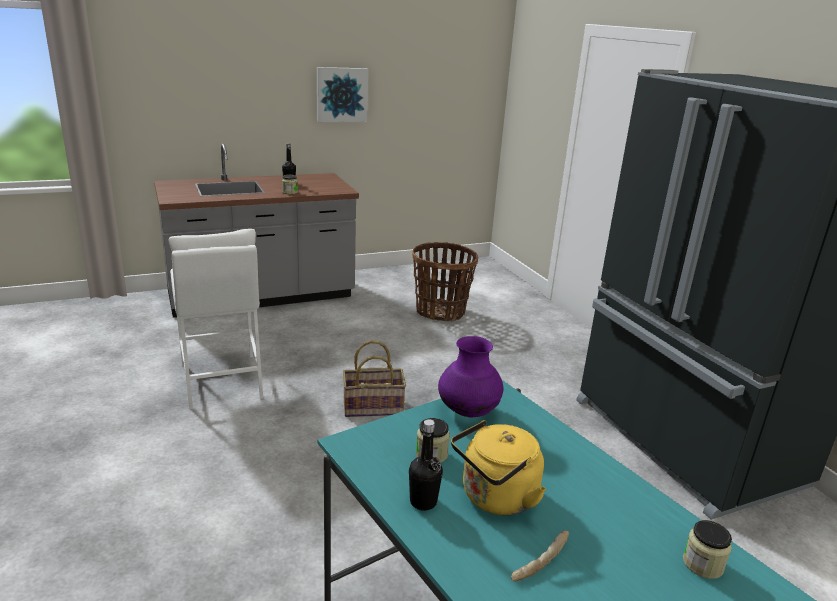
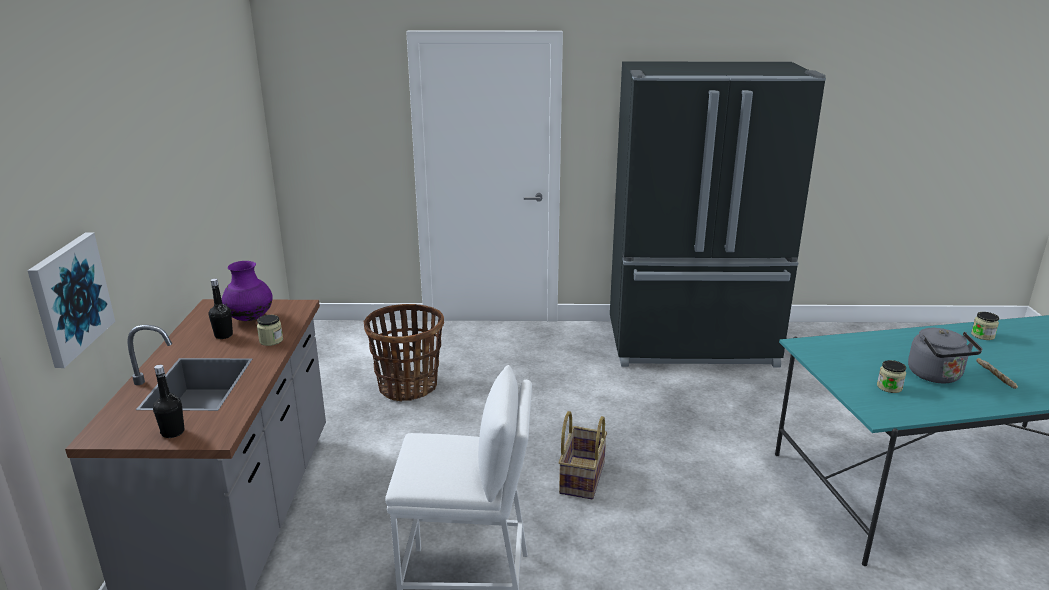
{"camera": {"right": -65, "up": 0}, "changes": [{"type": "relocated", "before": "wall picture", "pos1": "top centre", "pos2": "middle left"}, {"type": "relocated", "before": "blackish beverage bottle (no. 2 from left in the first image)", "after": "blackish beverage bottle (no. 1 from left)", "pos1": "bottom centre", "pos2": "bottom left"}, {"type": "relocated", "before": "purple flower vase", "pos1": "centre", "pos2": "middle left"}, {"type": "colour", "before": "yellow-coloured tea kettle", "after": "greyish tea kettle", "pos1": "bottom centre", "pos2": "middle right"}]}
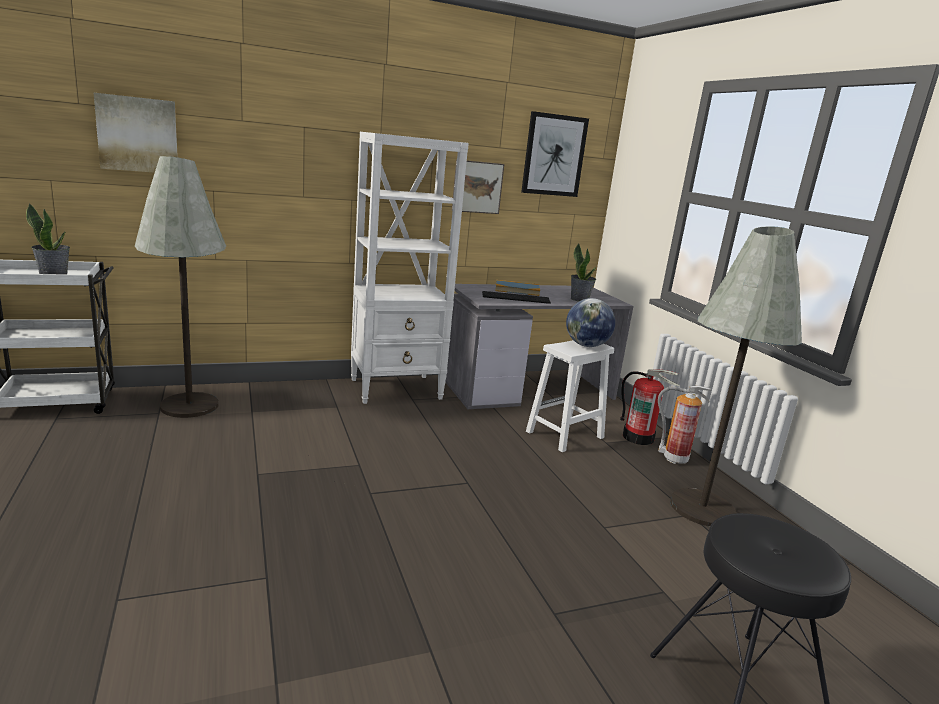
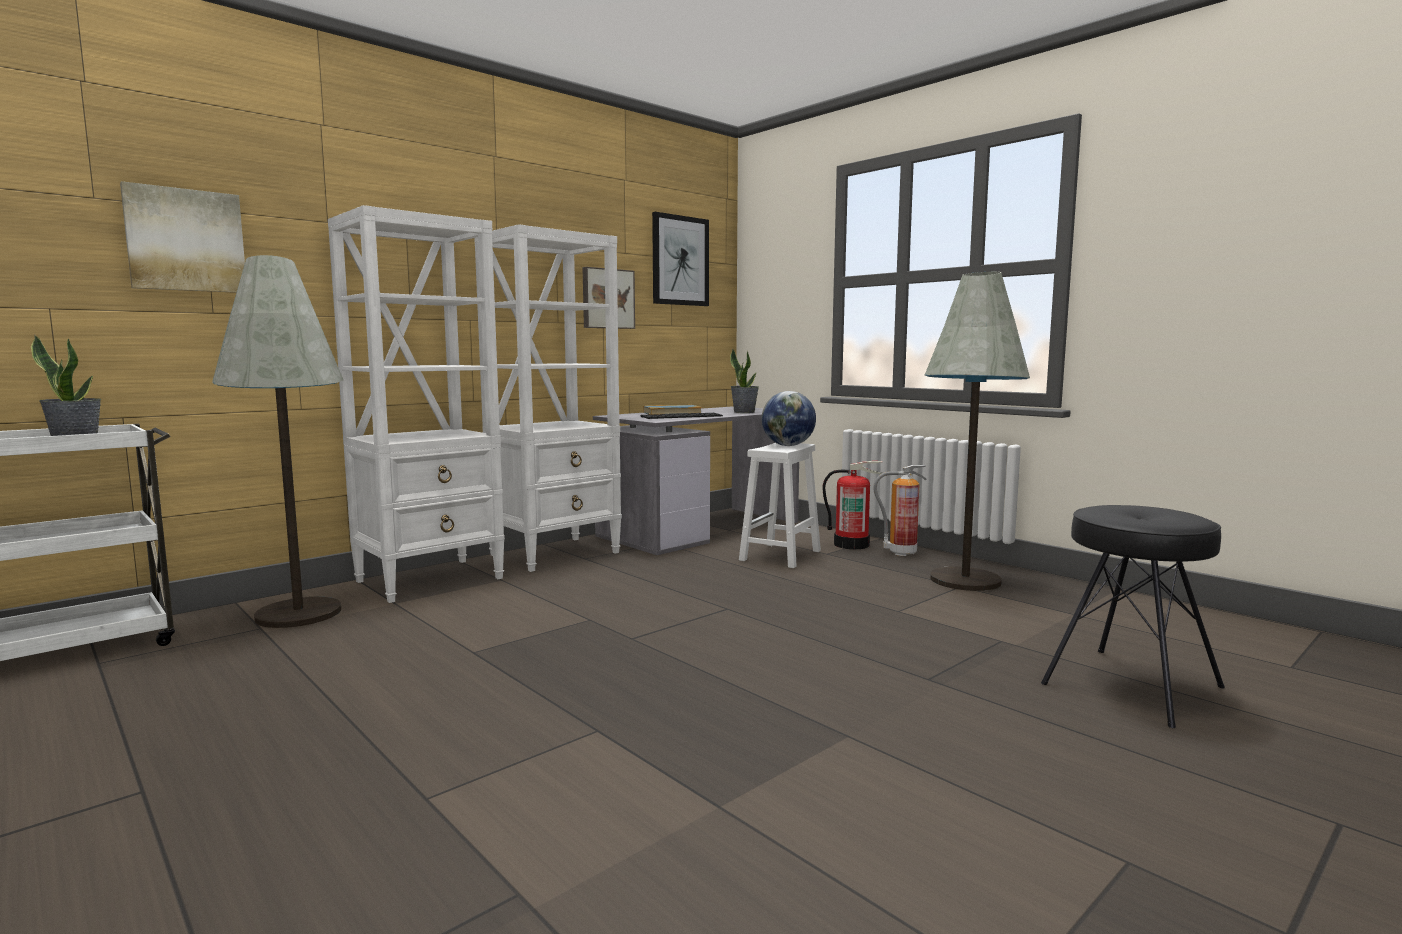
{"camera": {"right": -20, "up": -10}, "changes": [{"type": "appeared", "after": "whitish shelving unit (no. 1 from left)", "pos2": "middle left"}]}
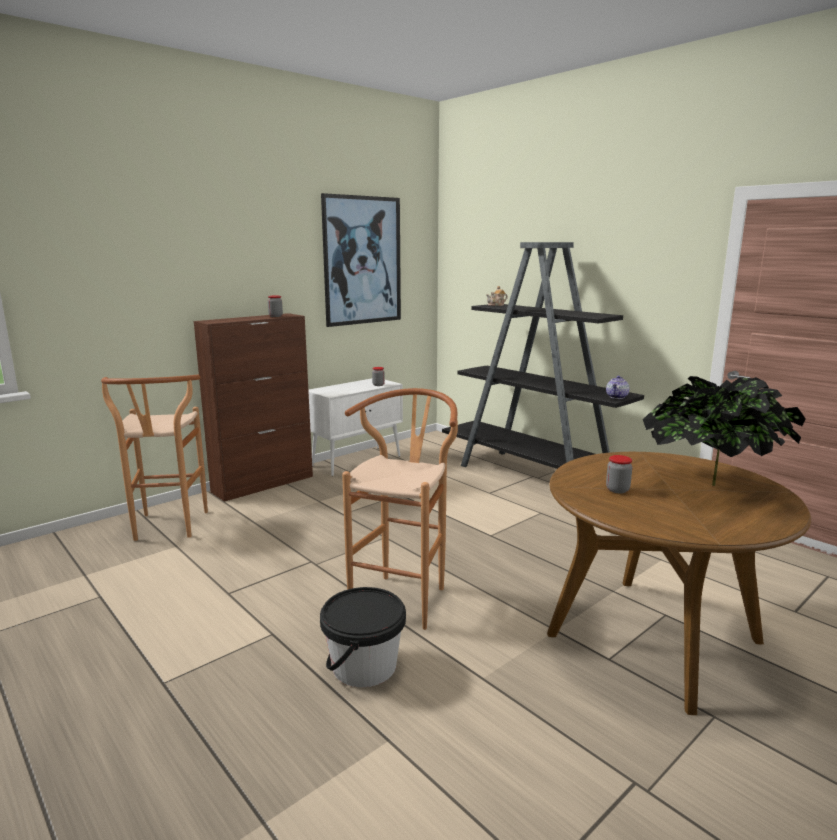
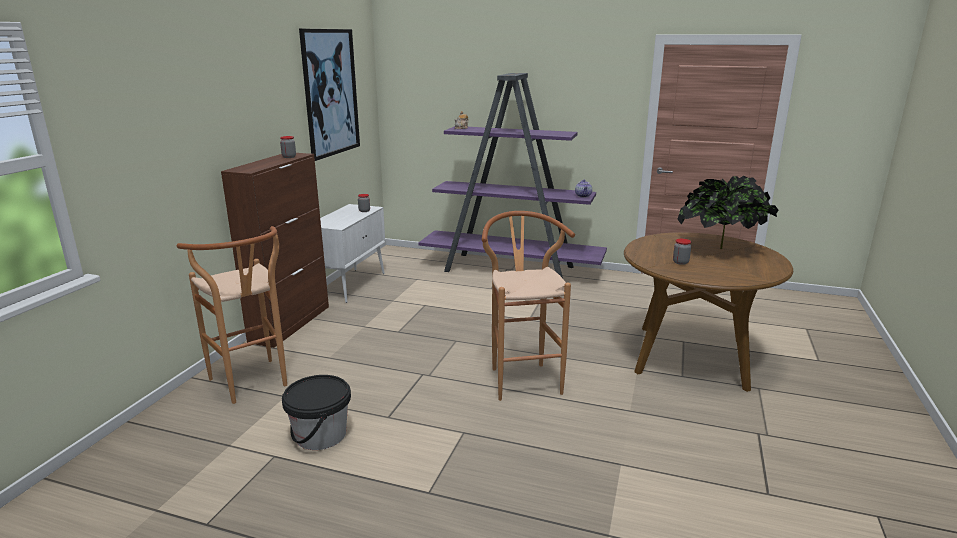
{"camera": {"right": -30, "up": 5}, "changes": [{"type": "relocated", "before": "blackish water bucket", "pos1": "bottom centre", "pos2": "bottom left"}, {"type": "colour", "before": "blackish shelving unit", "after": "purple shelving unit", "pos1": "centre", "pos2": "top centre"}]}
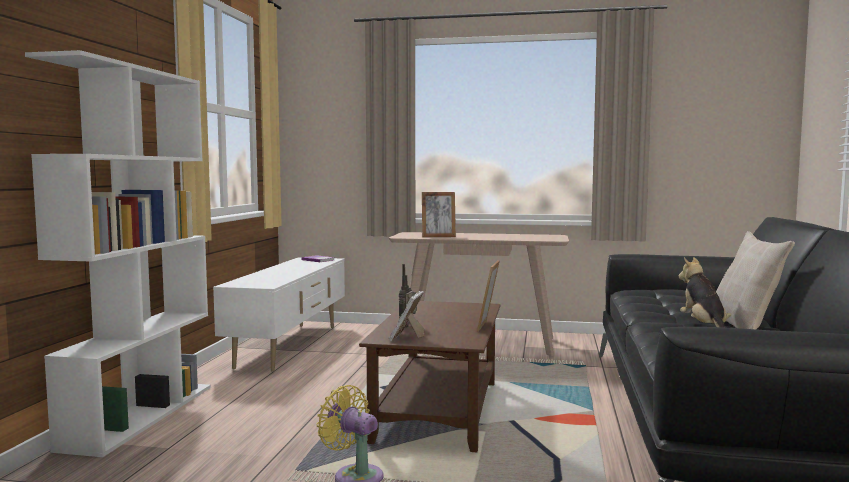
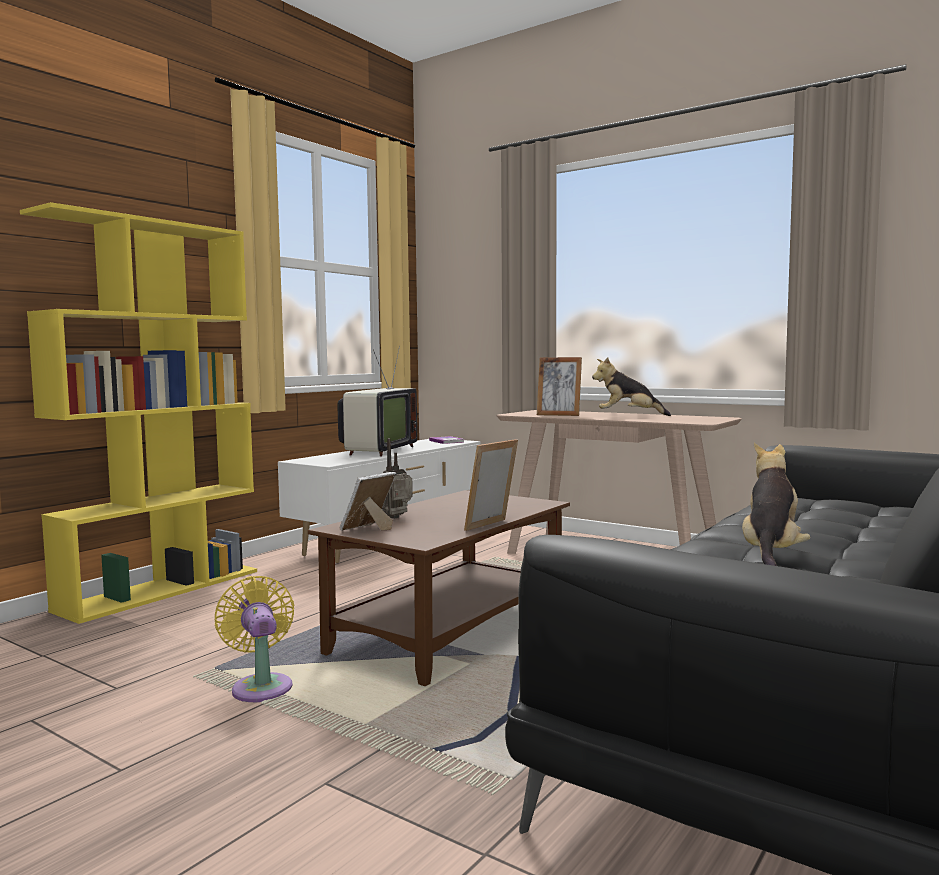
{"camera": {"right": 25, "up": 0}, "changes": [{"type": "missing", "before": "beige-coloured cushion", "pos1": "middle right"}, {"type": "appeared", "after": "television", "pos2": "centre"}, {"type": "appeared", "after": "soft toy (no. 1 from left)", "pos2": "middle right"}, {"type": "colour", "before": "whitish shelving unit", "after": "yellow-coloured shelving unit", "pos1": "middle left", "pos2": "middle left"}]}
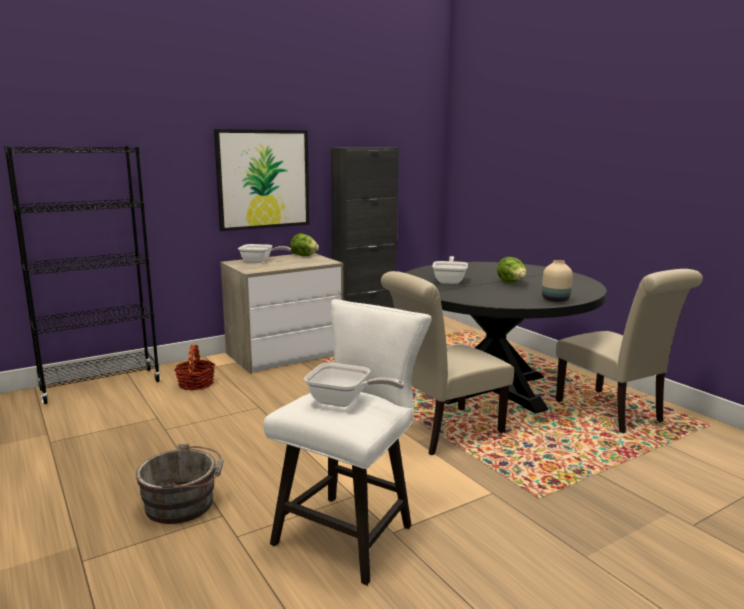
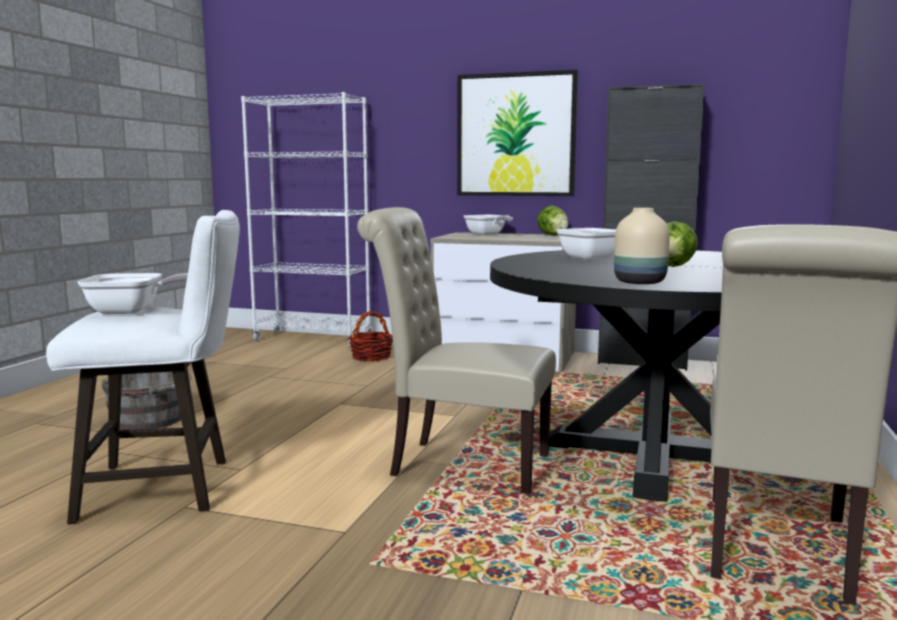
{"camera": {"right": 50, "up": -5}, "changes": [{"type": "colour", "before": "blackish shelving unit", "after": "whitish shelving unit", "pos1": "middle left", "pos2": "centre"}, {"type": "spun", "before": "frying pan (no. 2 from left in the first image)", "pos1": "centre", "pos2": "middle left", "turn": -75}]}
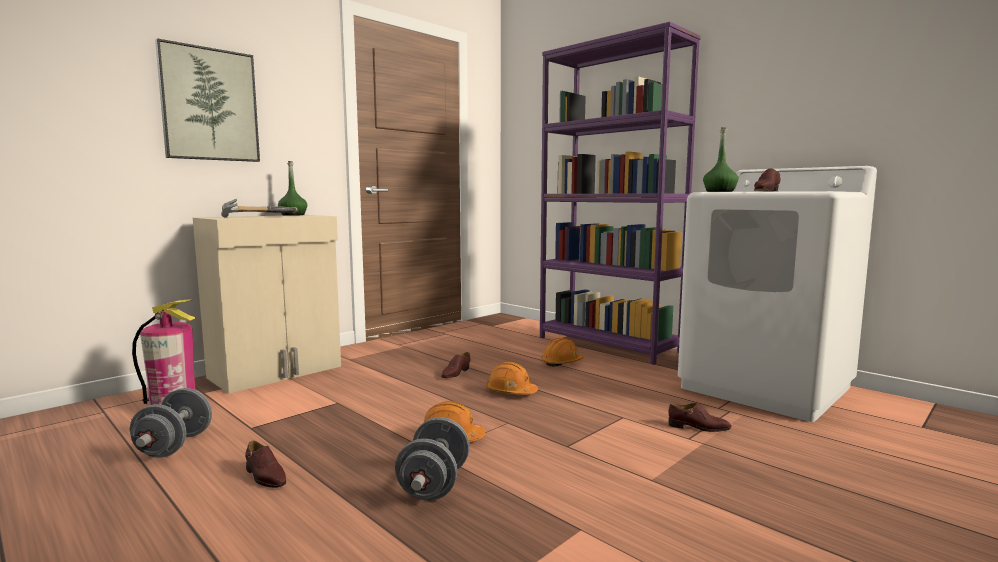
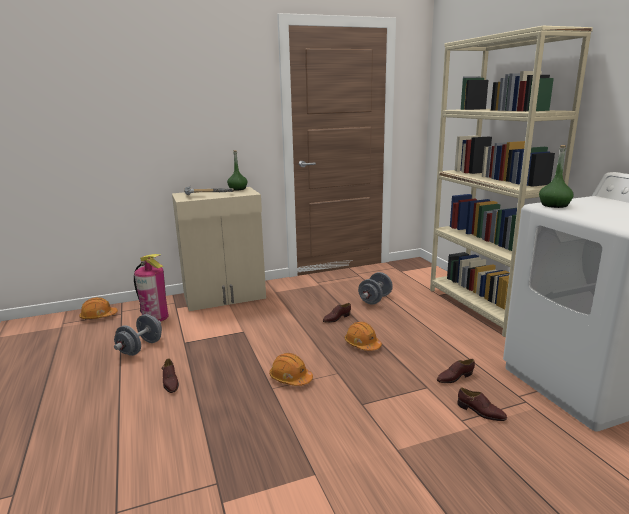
{"camera": {"right": 25, "up": 10}, "changes": [{"type": "missing", "before": "wall picture", "pos1": "top left"}, {"type": "relocated", "before": "greyish dumbbell (no. 2 from left)", "pos1": "bottom centre", "pos2": "centre"}, {"type": "relocated", "before": "orangey safety helmet (no. 3 from left in the first image)", "after": "orangey safety helmet (no. 1 from left)", "pos1": "centre", "pos2": "middle left"}, {"type": "relocated", "before": "brown shoe (no. 4 from left in the first image)", "after": "brown shoe (no. 3 from left)", "pos1": "top right", "pos2": "bottom right"}, {"type": "colour", "before": "purple shelving unit", "after": "beige-coloured shelving unit", "pos1": "centre", "pos2": "middle right"}]}
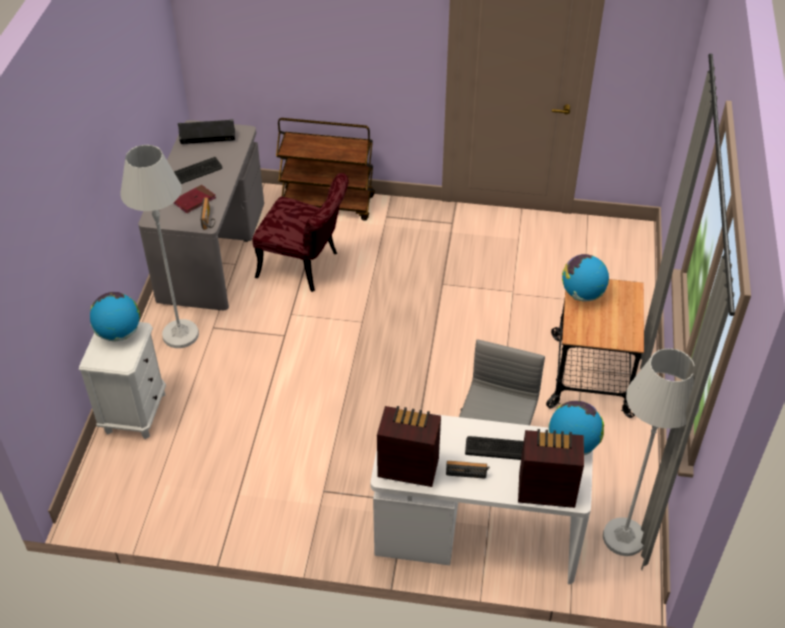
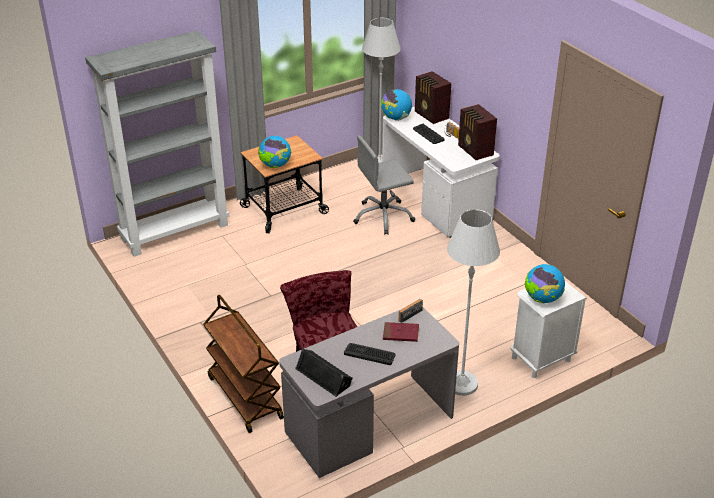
{"camera": {"right": -130, "up": -10}, "changes": [{"type": "appeared", "after": "greyish shelving unit", "pos2": "top left"}]}
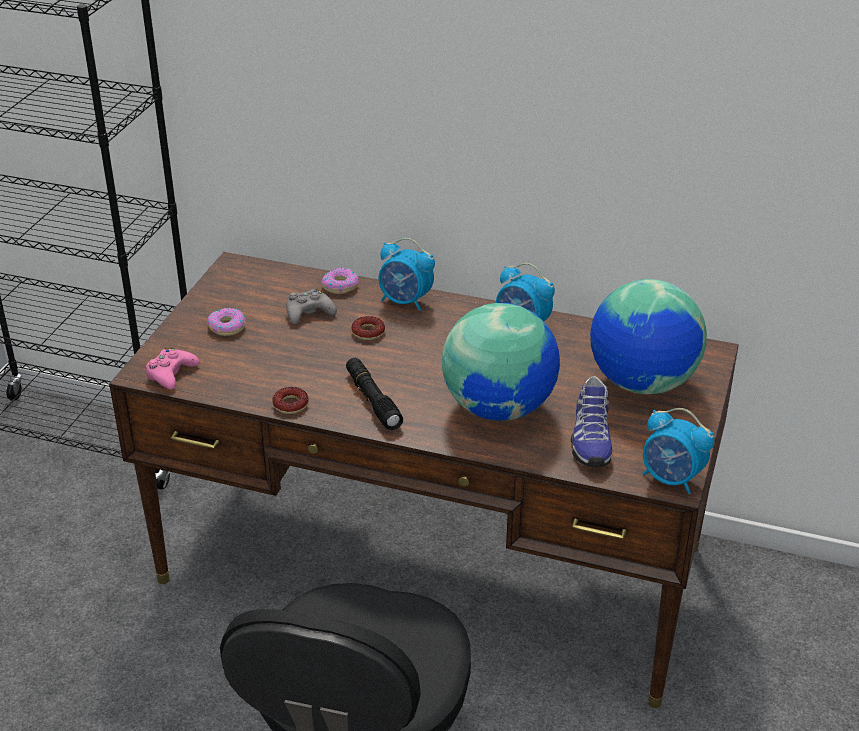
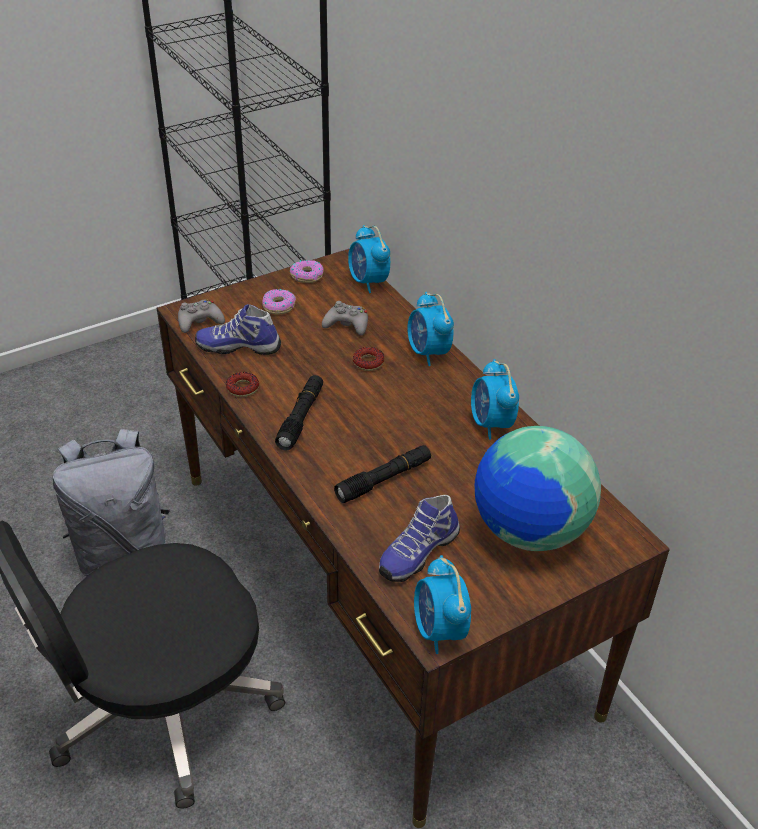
{"camera": {"right": 40, "up": 5}, "changes": [{"type": "appeared", "after": "greyish backpack", "pos2": "middle left"}, {"type": "appeared", "after": "shoe (no. 1 from left)", "pos2": "middle left"}, {"type": "appeared", "after": "alarm clock (no. 1 from left)", "pos2": "top centre"}, {"type": "relocated", "before": "ring doughnut (no. 3 from left)", "pos1": "centre", "pos2": "top centre"}, {"type": "exchanged", "before": "desk globe (no. 1 from left)", "after": "blackish hand torch (no. 2 from left)", "pos1": "centre", "pos2": "centre"}, {"type": "colour", "before": "pinkish joypad", "after": "greyish joypad (no. 1 from left)", "pos1": "middle left", "pos2": "middle left"}]}
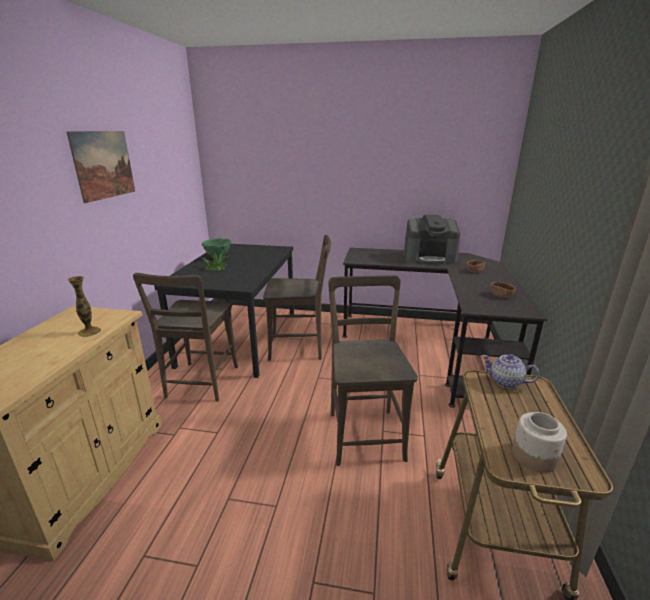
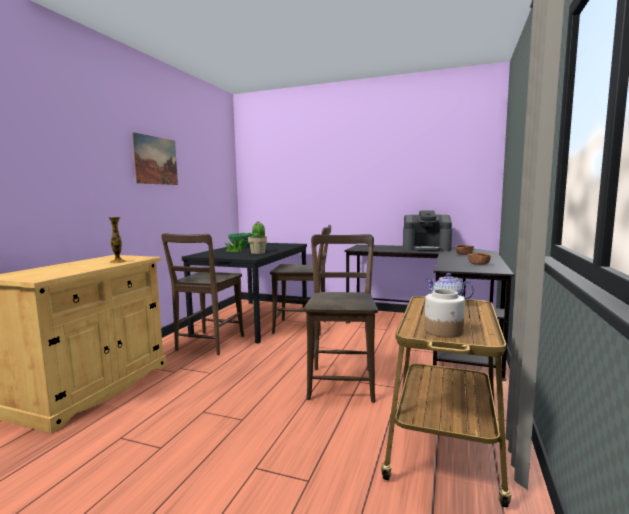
{"camera": {"right": 10, "up": -15}, "changes": [{"type": "appeared", "after": "potted plant (no. 2 from left)", "pos2": "centre"}]}
